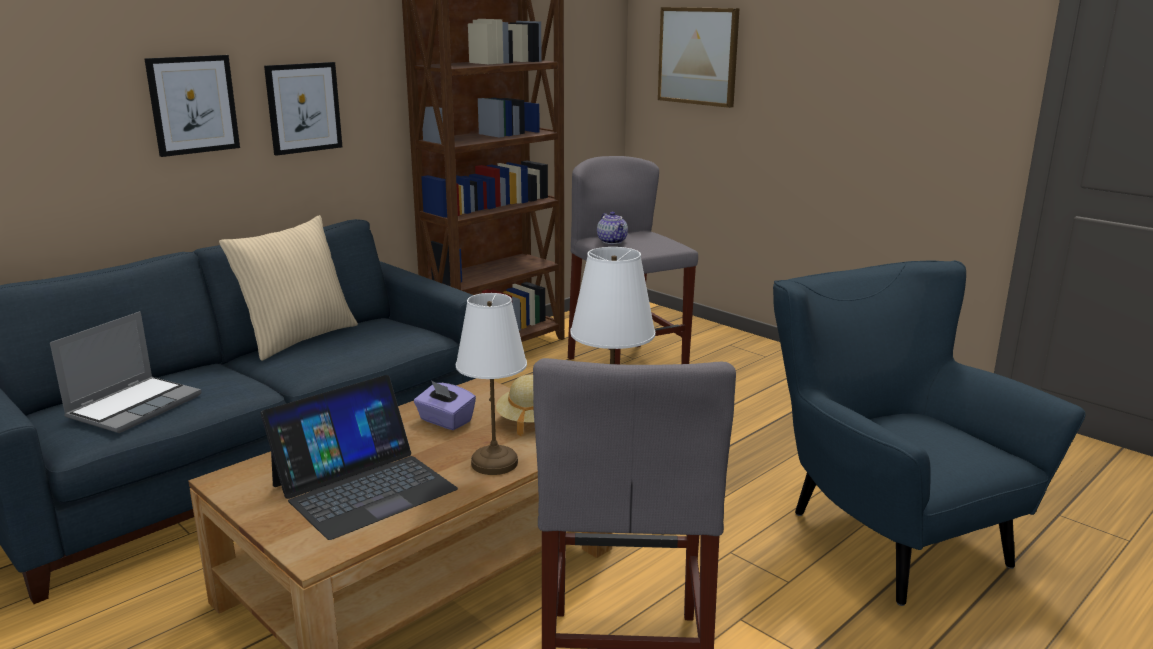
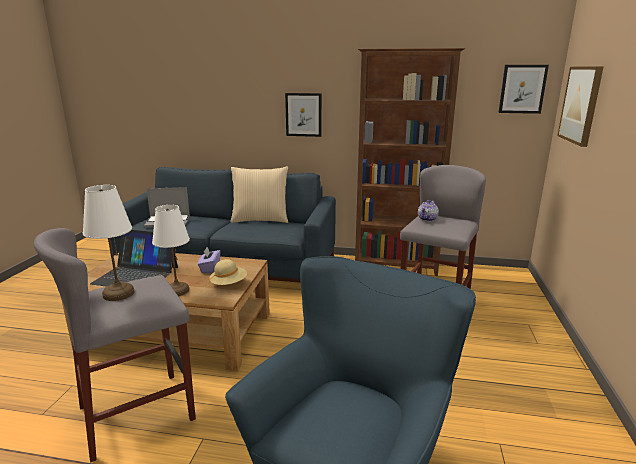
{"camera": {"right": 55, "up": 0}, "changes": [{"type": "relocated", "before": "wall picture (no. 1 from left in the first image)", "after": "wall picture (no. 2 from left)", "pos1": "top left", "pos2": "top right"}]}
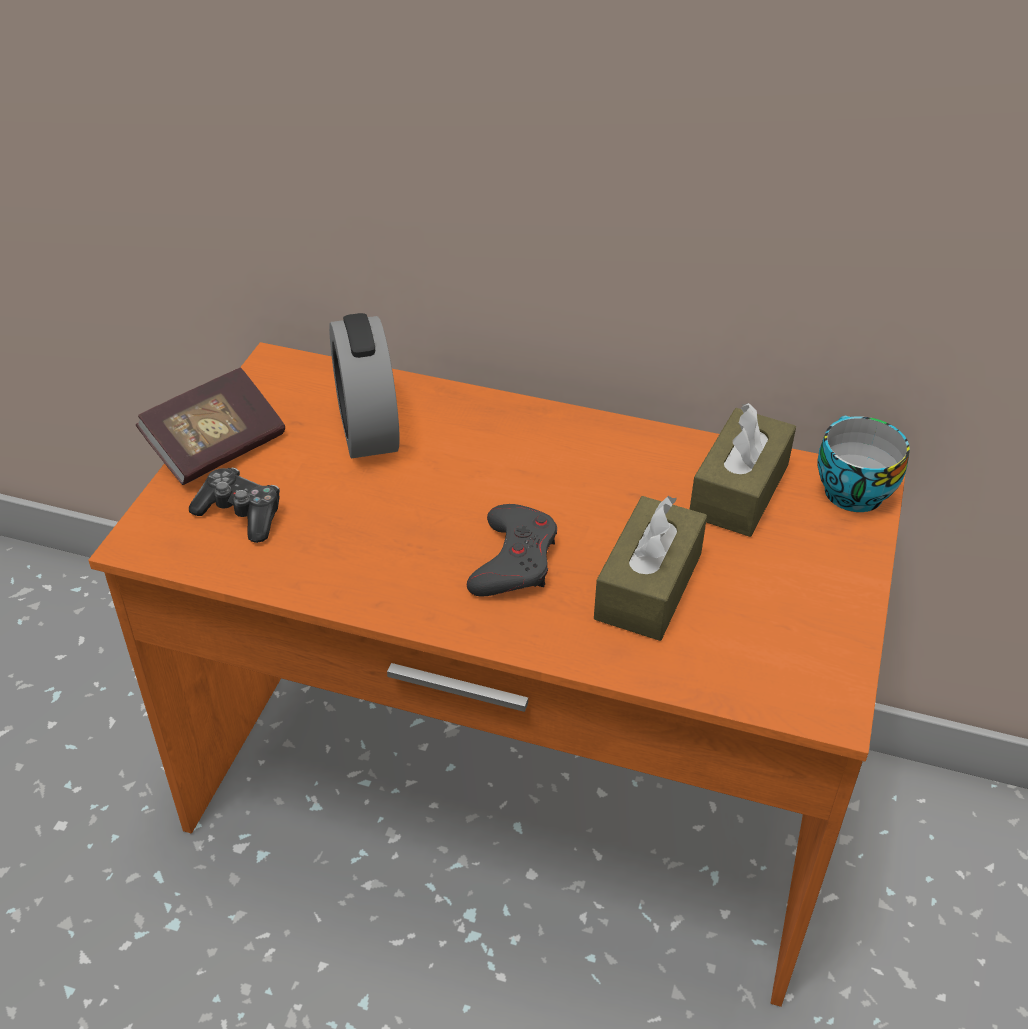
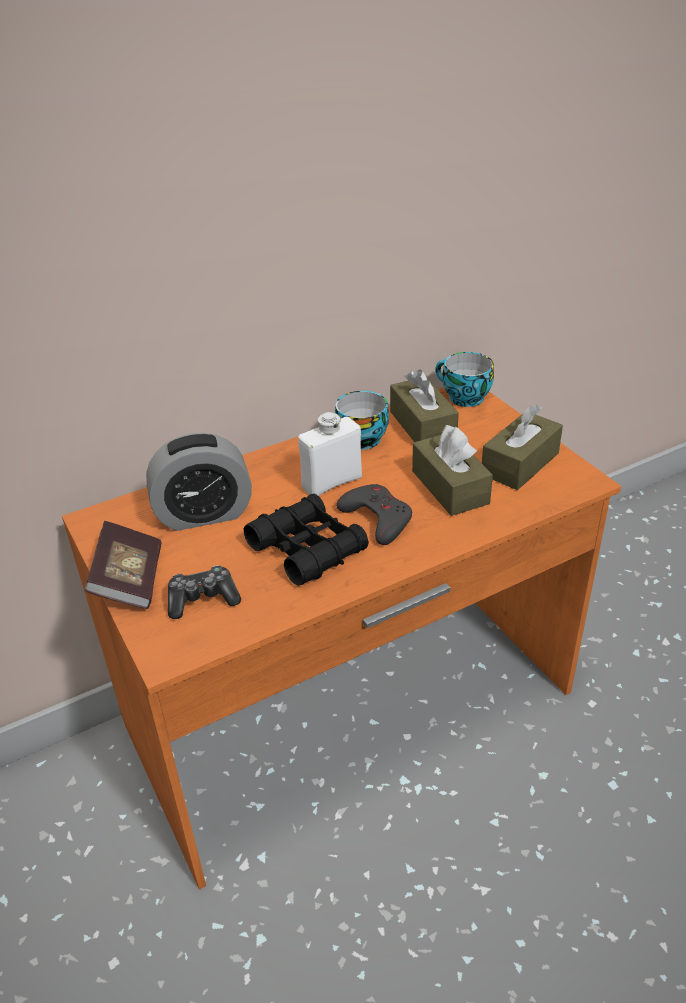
{"camera": {"right": -45, "up": -5}, "changes": [{"type": "appeared", "after": "blackish binoculars", "pos2": "centre"}, {"type": "appeared", "after": "whitish beverage bottle", "pos2": "centre"}, {"type": "appeared", "after": "small cup (no. 1 from left)", "pos2": "centre"}, {"type": "appeared", "after": "brown tissue holder (no. 3 from left)", "pos2": "middle right"}, {"type": "spun", "before": "alarm clock", "pos1": "centre", "pos2": "middle left", "turn": -45}]}
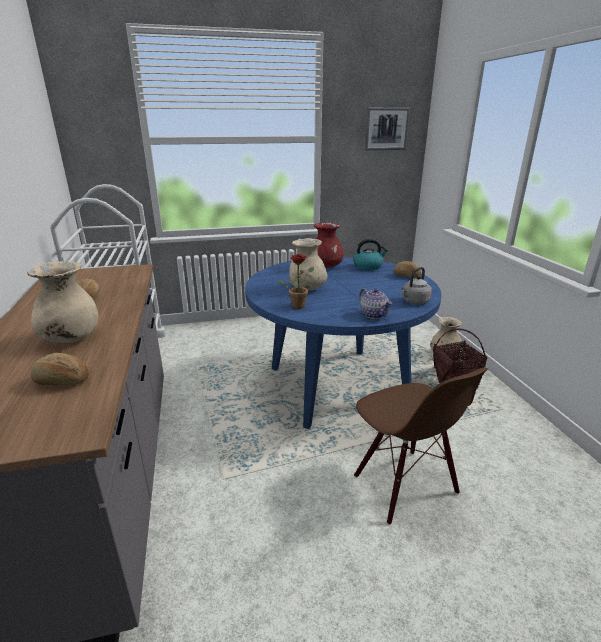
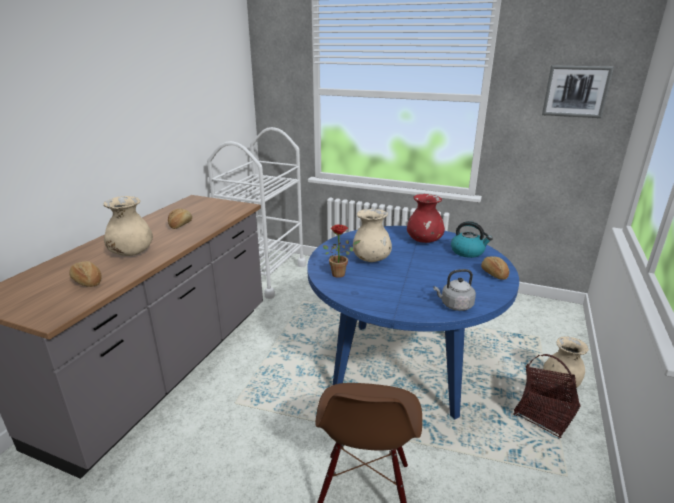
{"camera": {"right": 35, "up": 0}, "changes": [{"type": "missing", "before": "pot for tea", "pos1": "centre"}]}
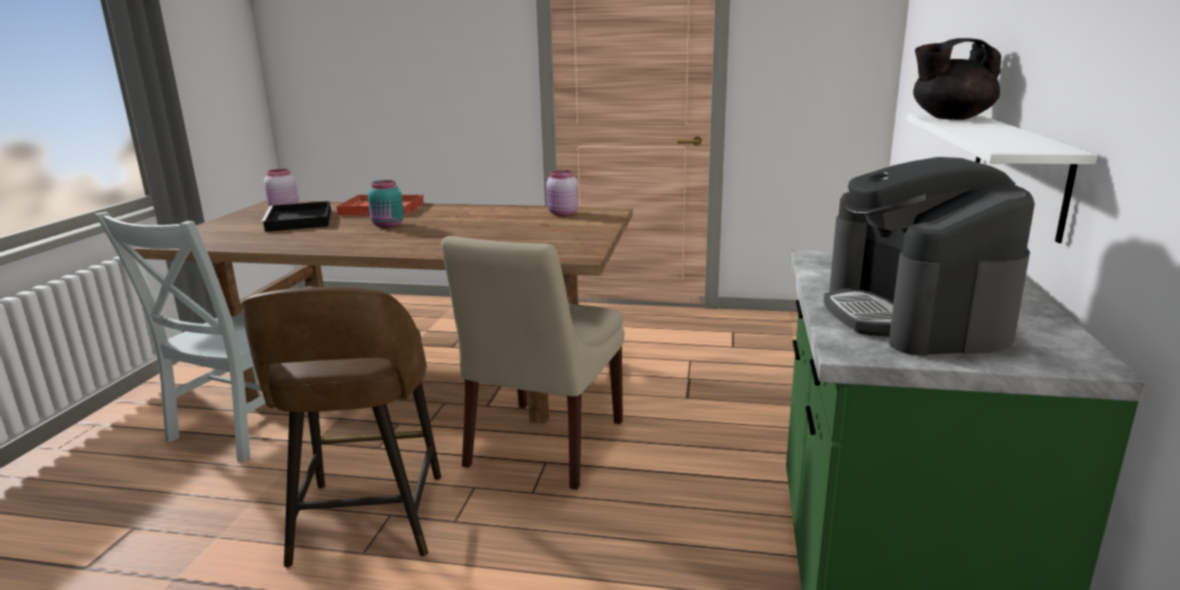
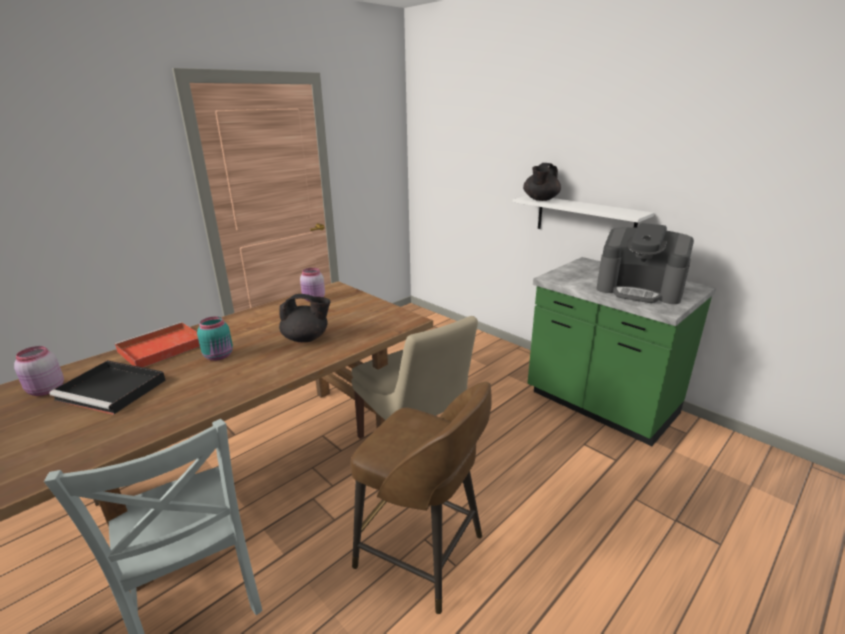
{"camera": {"right": -55, "up": 5}, "changes": [{"type": "appeared", "after": "blackish pot for tea (no. 1 from left)", "pos2": "centre"}]}
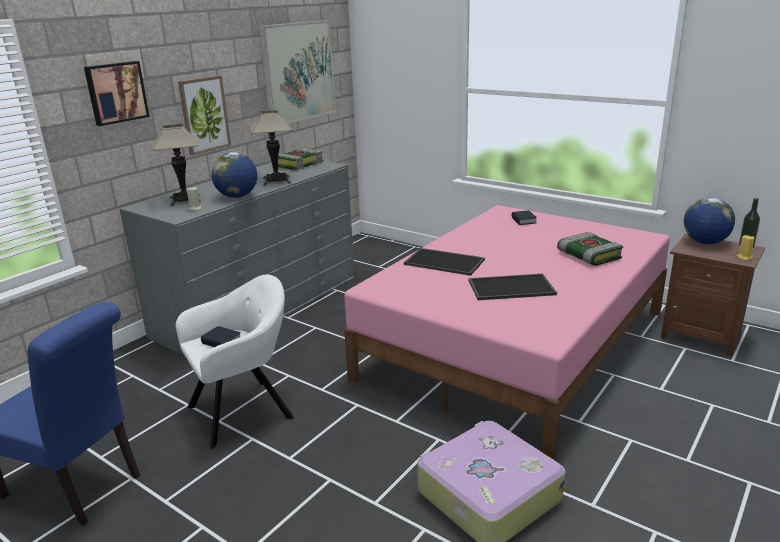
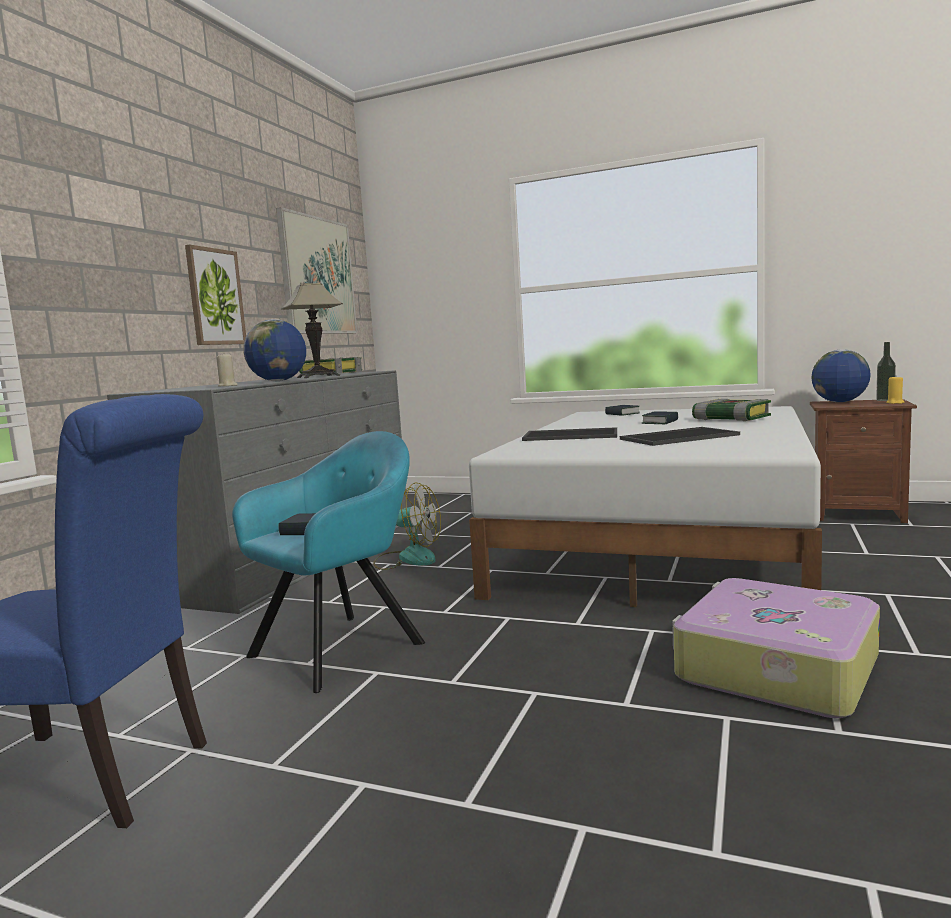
{"camera": {"right": -15, "up": -15}, "changes": [{"type": "missing", "before": "wall picture (no. 1 from left)", "pos1": "top left"}, {"type": "missing", "before": "lamp for a table (no. 1 from left)", "pos1": "top left"}, {"type": "appeared", "after": "cooling fan", "pos2": "centre"}, {"type": "appeared", "after": "bound book (no. 4 from left)", "pos2": "middle right"}, {"type": "colour", "before": "whitish lounge chair", "after": "blue-green lounge chair", "pos1": "middle left", "pos2": "centre"}, {"type": "colour", "before": "pinkish bed", "after": "whitish bed", "pos1": "centre", "pos2": "middle right"}]}
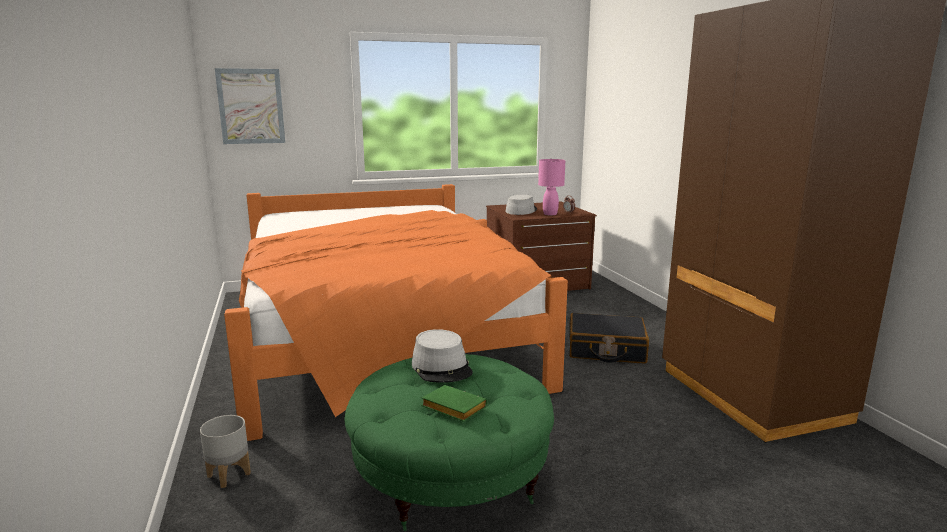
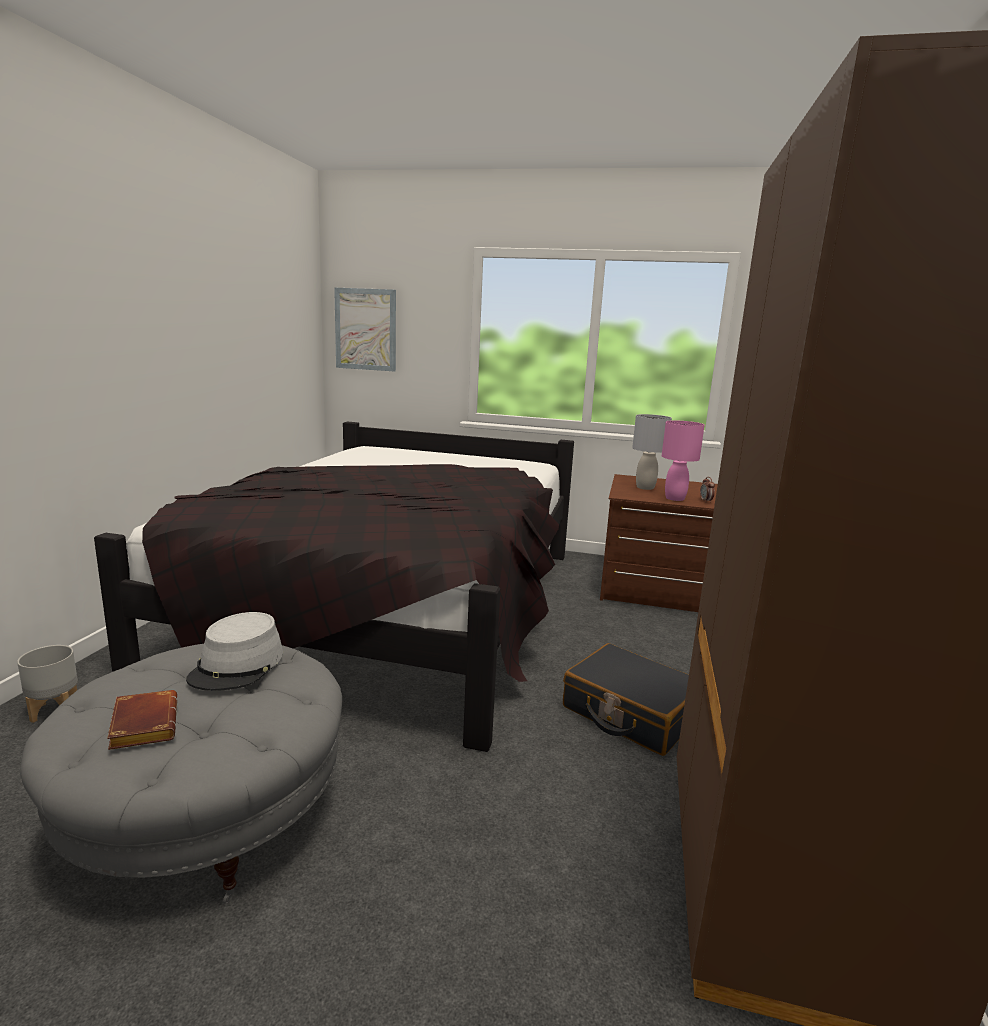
{"camera": {"right": 30, "up": 0}, "changes": [{"type": "exchanged", "before": "greyish hat (no. 2 from left)", "after": "greyish lamp for a table", "pos1": "centre", "pos2": "centre"}, {"type": "colour", "before": "orangey bed", "after": "blackish bed", "pos1": "centre", "pos2": "centre"}, {"type": "colour", "before": "green-coloured pouffe", "after": "greyish pouffe", "pos1": "bottom centre", "pos2": "bottom left"}, {"type": "colour", "before": "green-coloured bound book", "after": "brown bound book", "pos1": "bottom centre", "pos2": "bottom left"}]}
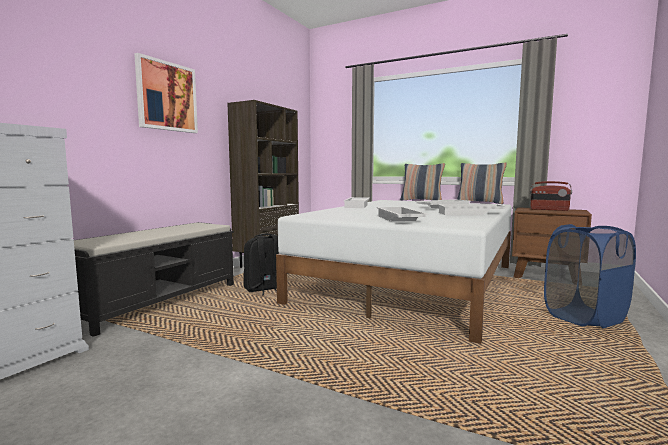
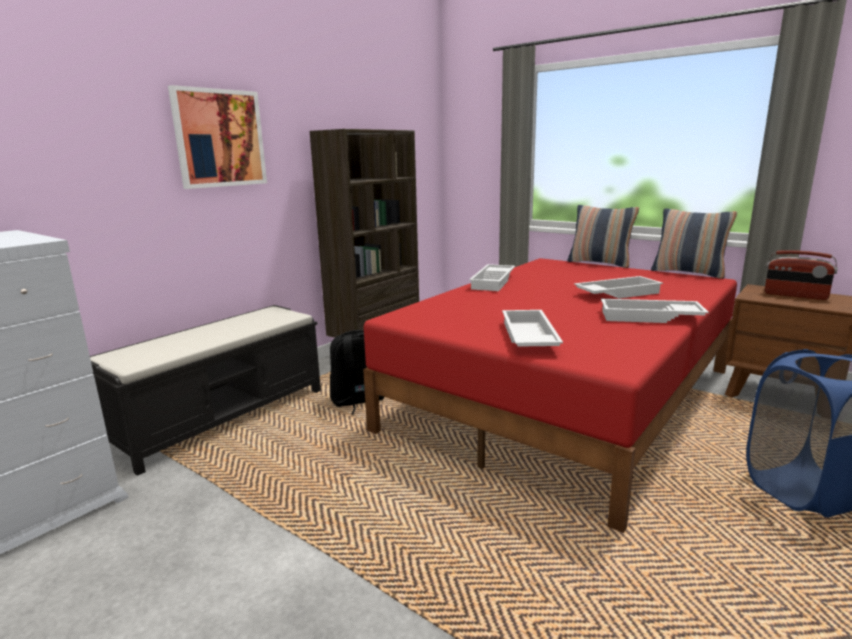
{"camera": {"right": 10, "up": 10}, "changes": [{"type": "colour", "before": "whitish bed", "after": "red-coloured bed", "pos1": "centre", "pos2": "centre"}]}
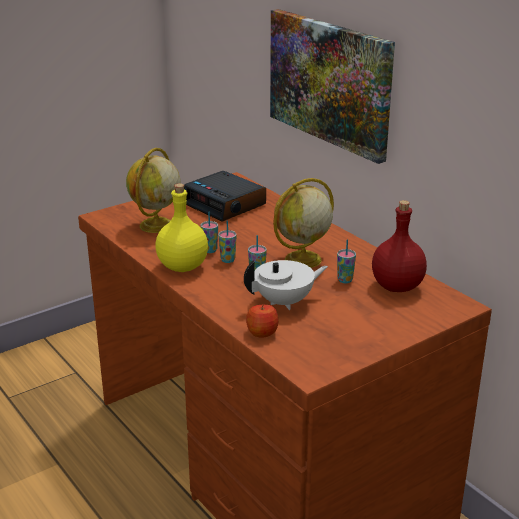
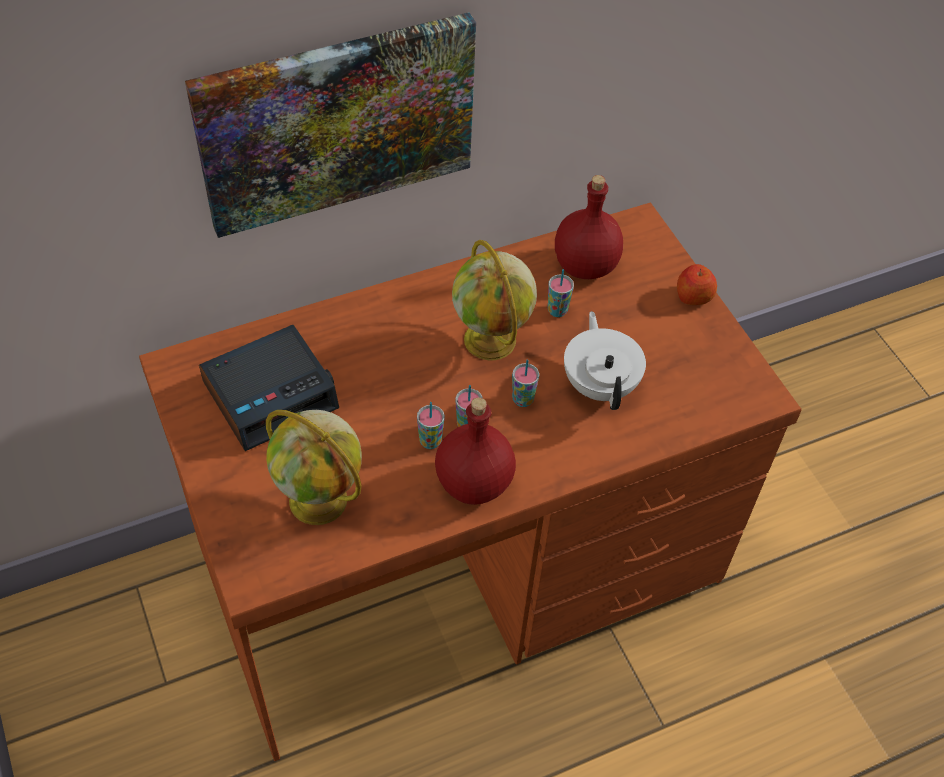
{"camera": {"right": -80, "up": 25}, "changes": [{"type": "relocated", "before": "apple fruit", "pos1": "centre", "pos2": "middle right"}, {"type": "colour", "before": "yellow-coloured beverage bottle", "after": "red-coloured beverage bottle (no. 1 from left)", "pos1": "centre", "pos2": "centre"}]}
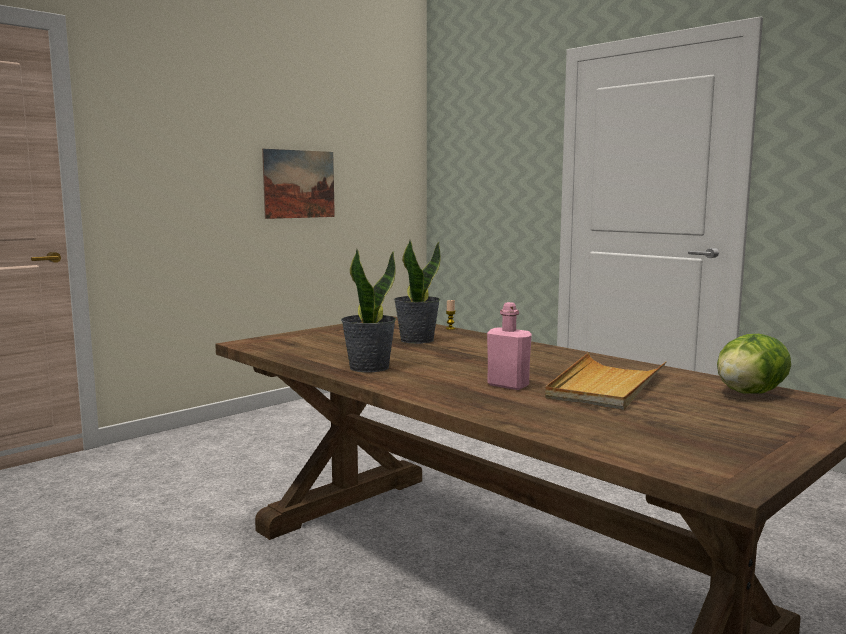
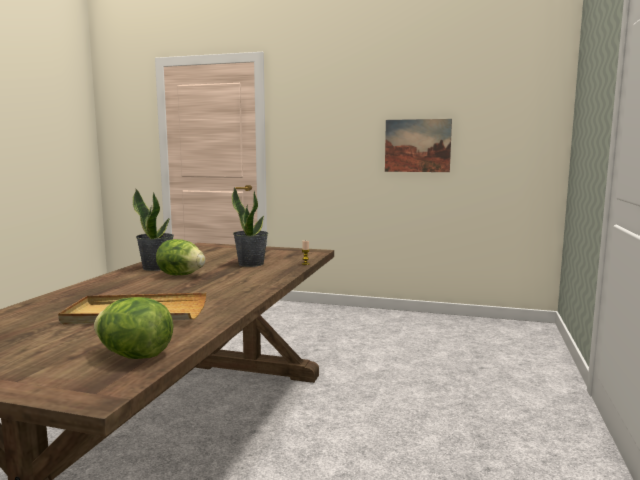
{"camera": {"right": 60, "up": 0}, "changes": [{"type": "missing", "before": "pinkish beverage bottle", "pos1": "centre"}, {"type": "appeared", "after": "head of lettuce (no. 2 from left)", "pos2": "middle left"}]}
